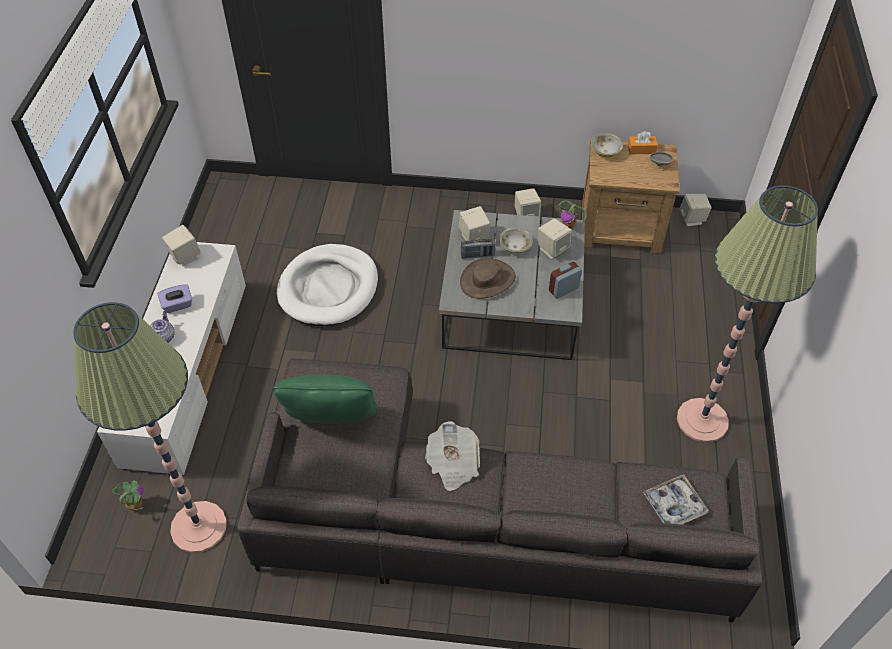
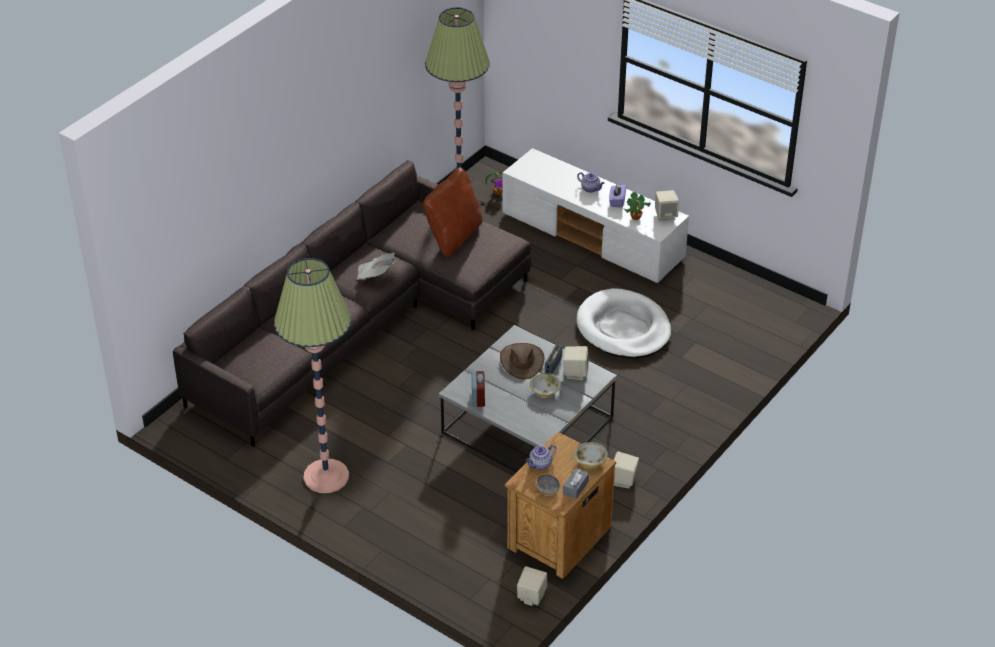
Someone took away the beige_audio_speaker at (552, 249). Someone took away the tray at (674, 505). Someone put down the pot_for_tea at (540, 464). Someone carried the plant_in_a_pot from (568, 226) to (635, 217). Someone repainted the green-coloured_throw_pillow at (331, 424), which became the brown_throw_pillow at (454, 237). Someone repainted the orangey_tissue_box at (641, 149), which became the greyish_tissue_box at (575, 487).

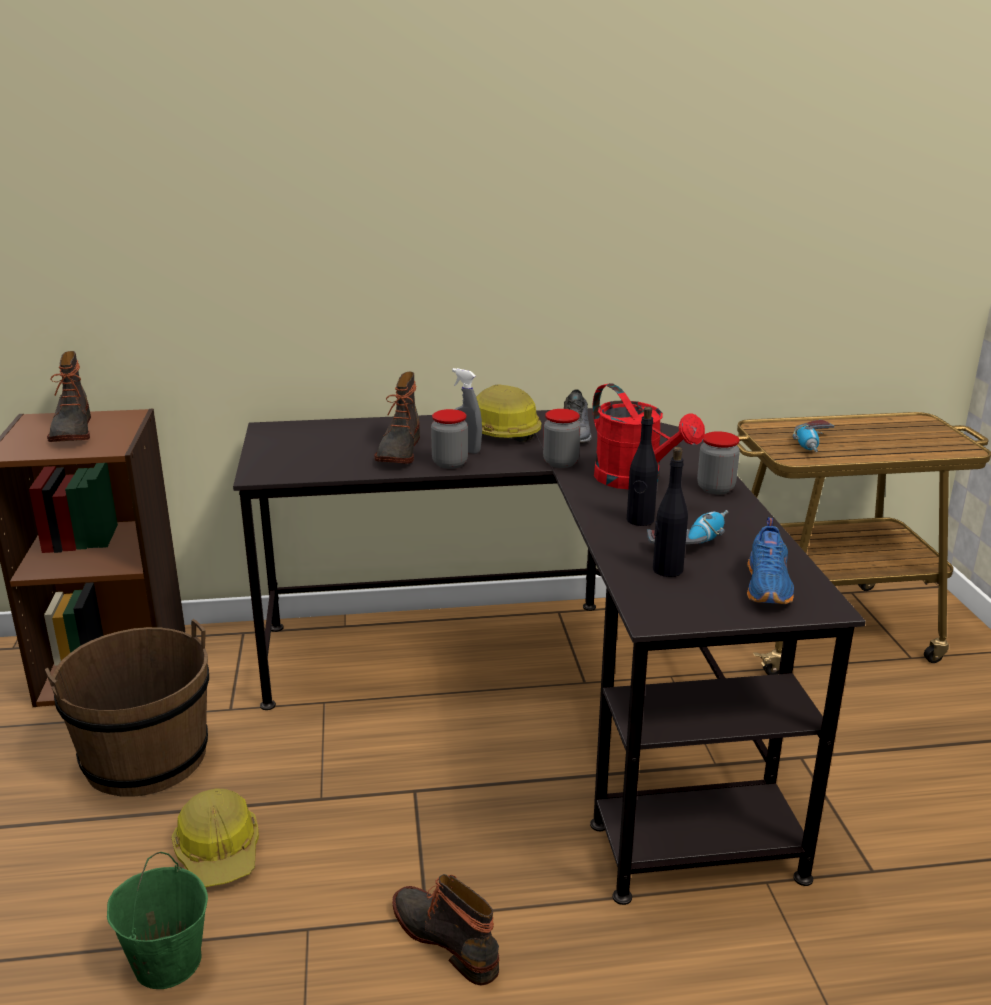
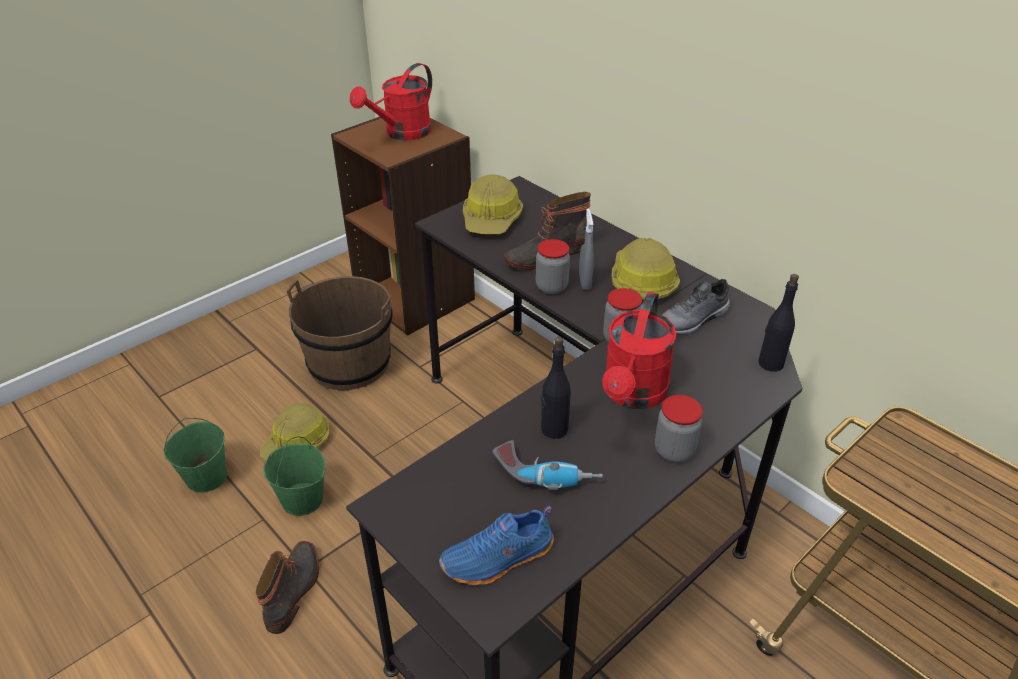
Someone took away the drill at (814, 446). Someone put down the green-coloured_bucket at (303, 500). Someone put down the safety_helmet at (492, 219). Someone carried the blackish_beverage_bottle from (667, 570) to (770, 363). Someone swapped the boot at (71, 431) for the reddish_watering_can at (402, 134).

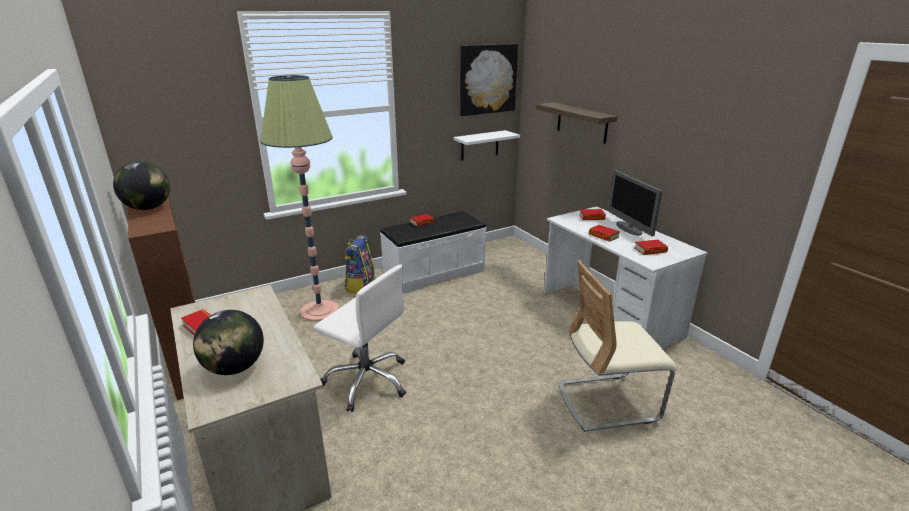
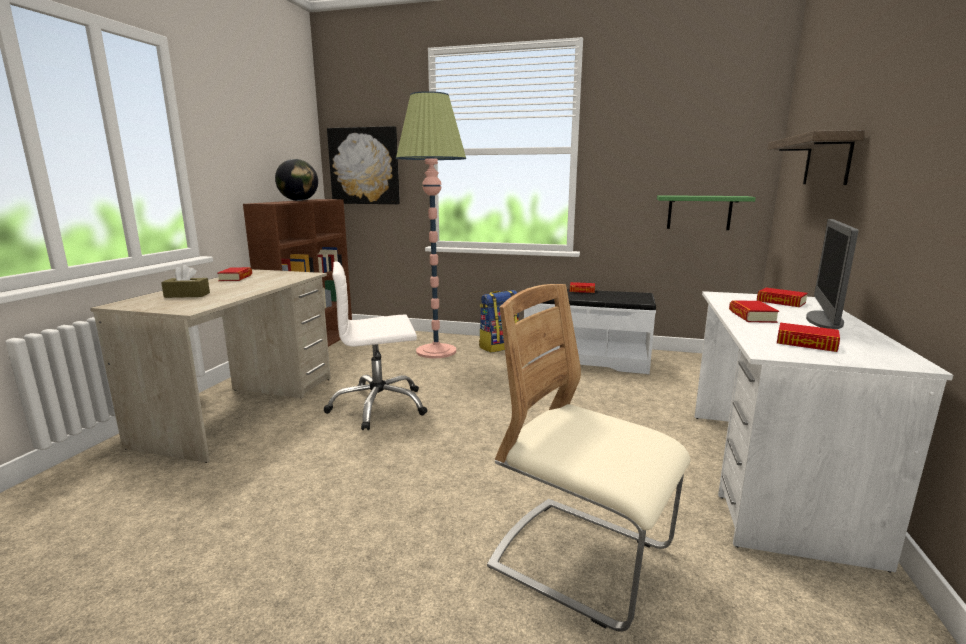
Someone carried the wall_art from (487, 79) to (364, 166). Someone swapped the world_globe at (235, 368) for the brown_tissue_box at (187, 295). Someone repainted the white_shelf at (479, 145), which became the green-coloured_shelf at (699, 212). Someone rotated the white_desk_chair at (367, 380) by 90 degrees clockwise.

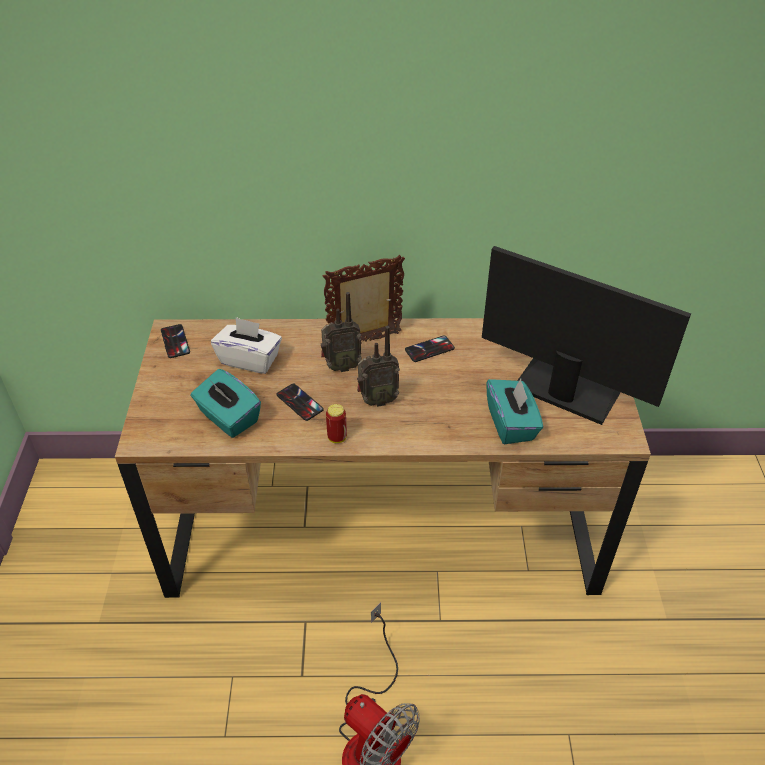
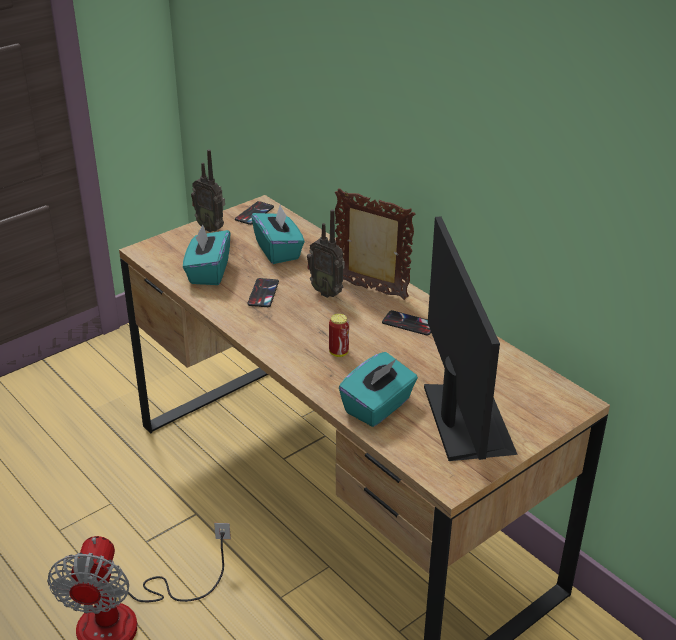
Someone carried the sealed_can from (337, 438) to (338, 353). Someone carried the radio from (377, 400) to (211, 227). Someone repainted the white_tissue_box at (250, 359), which became the turquoise-coloured_tissue_box at (278, 251).

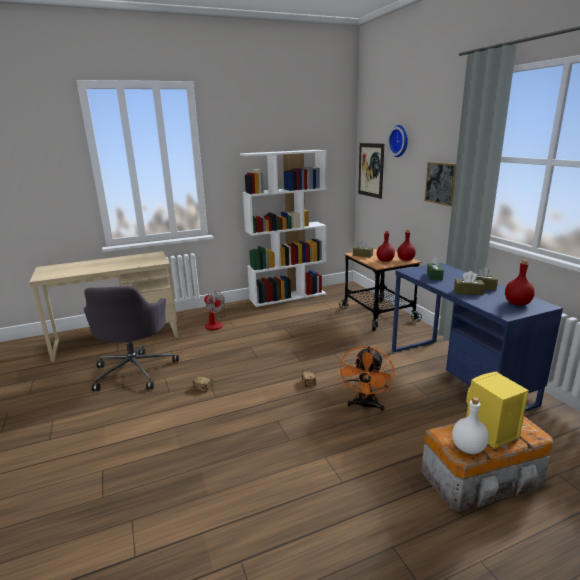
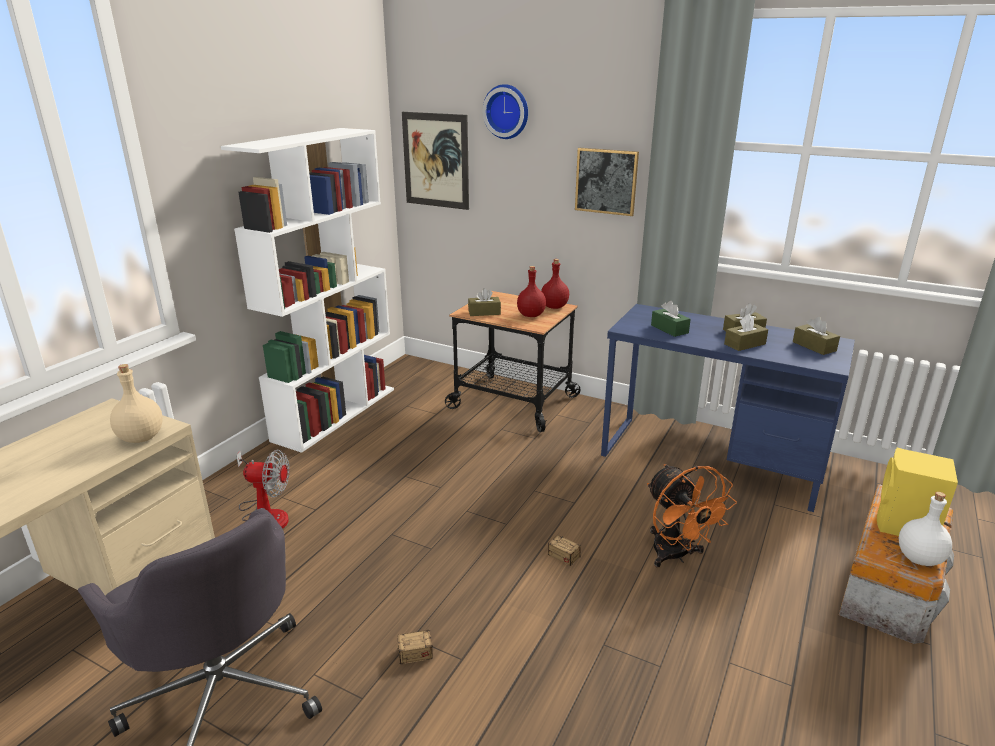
Someone put down the beige_beverage_bottle at (142, 437). Someone swapped the reddish_beverage_bottle at (518, 303) for the brown_tissue_box at (814, 346).

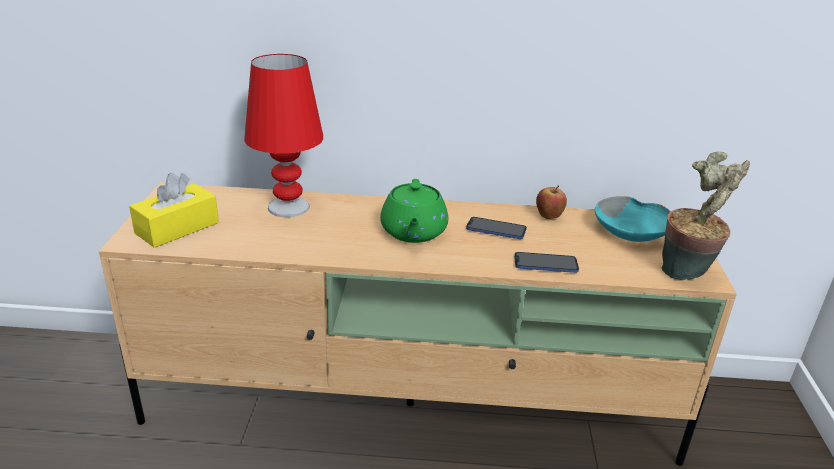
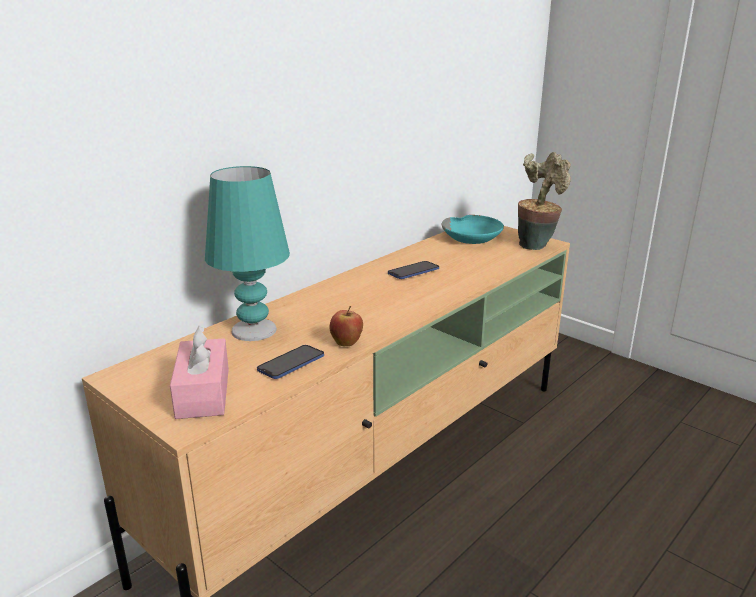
Someone took away the green-coloured_pot_for_tea at (413, 232). Someone carried the phone from (545, 264) to (291, 363). Someone carried the whole_apple from (549, 217) to (346, 344). Someone repainted the yellow_tissue_box at (177, 228), which became the pink-coloured_tissue_box at (203, 393). Someone repainted the reddish_table_lamp at (289, 207), which became the turquoise-coloured_table_lamp at (254, 330).

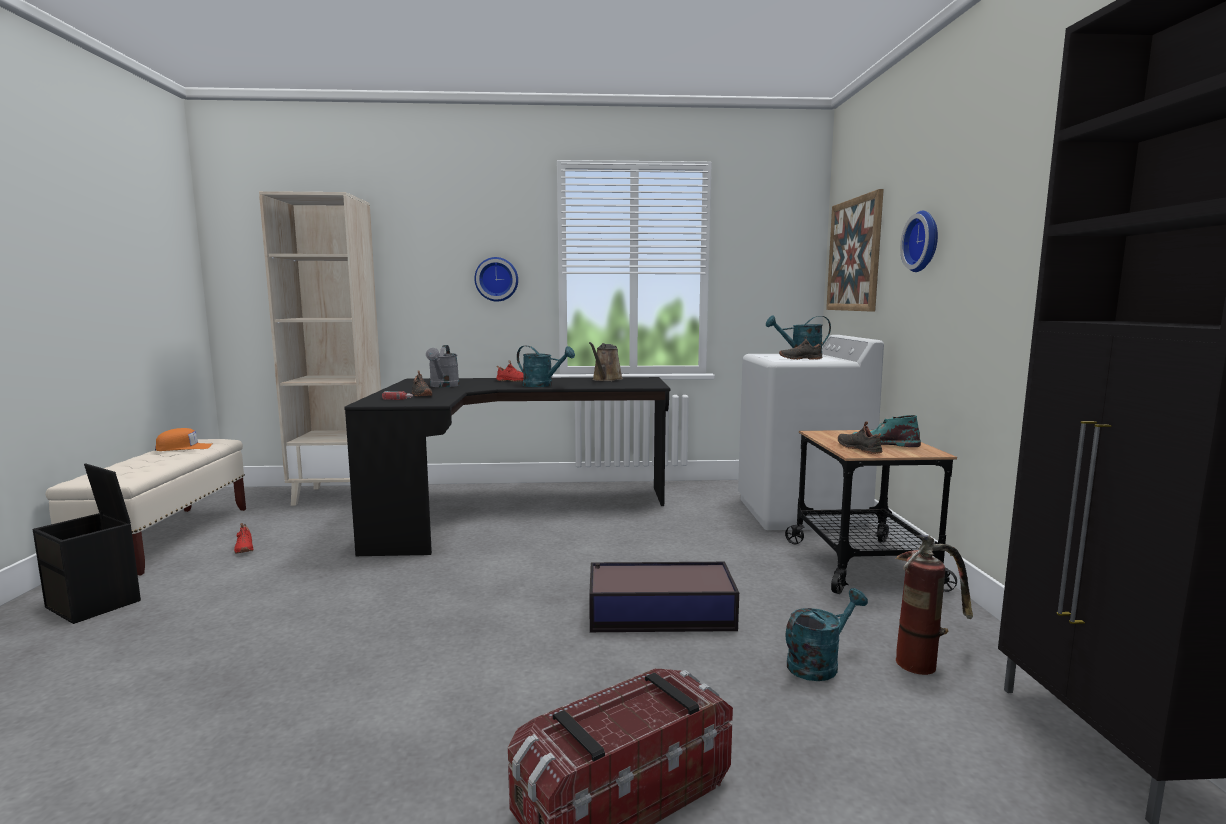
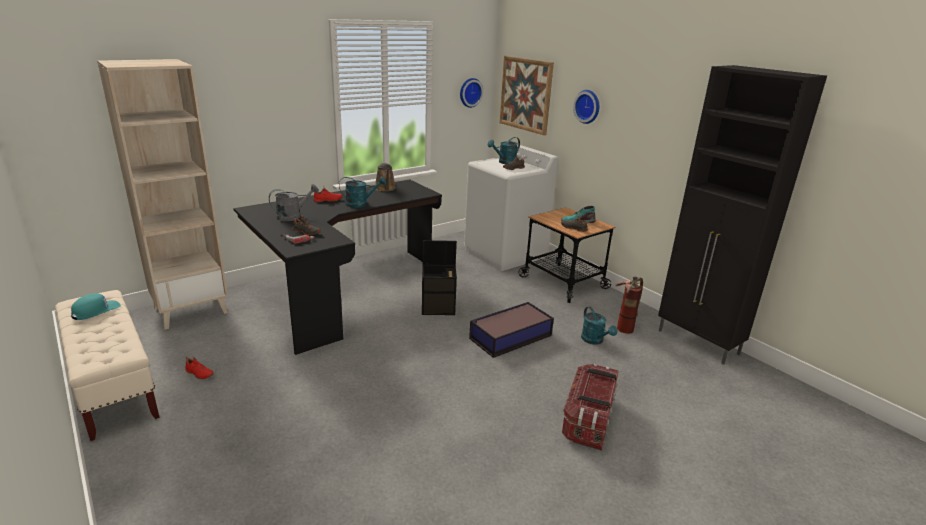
Someone carried the blackish_storage_bin from (95, 604) to (439, 307). Someone carried the clock_on_the_wall from (497, 279) to (470, 92). Someone repainted the orangey_peaked_cap at (184, 448), which became the turquoise-coloured_peaked_cap at (96, 310). Someone rotated the greyish_watering_can at (443, 386) by 90 degrees counterclockwise. Someone rotated the turquoise-coloured_watering_can at (818, 663) by 135 degrees clockwise.

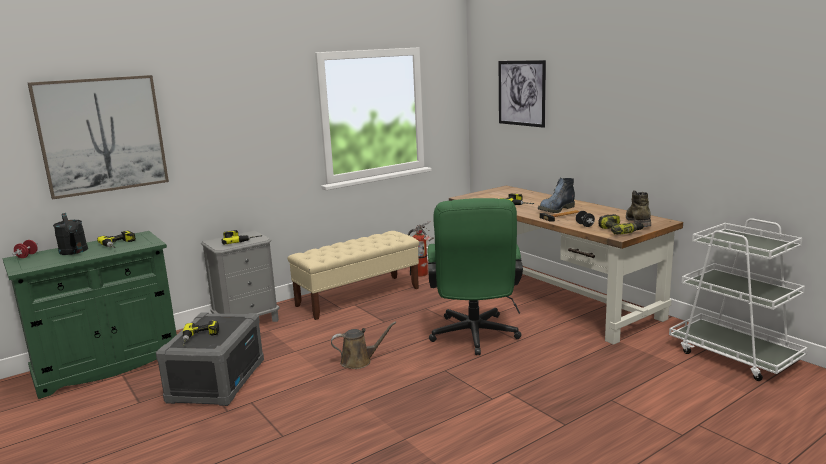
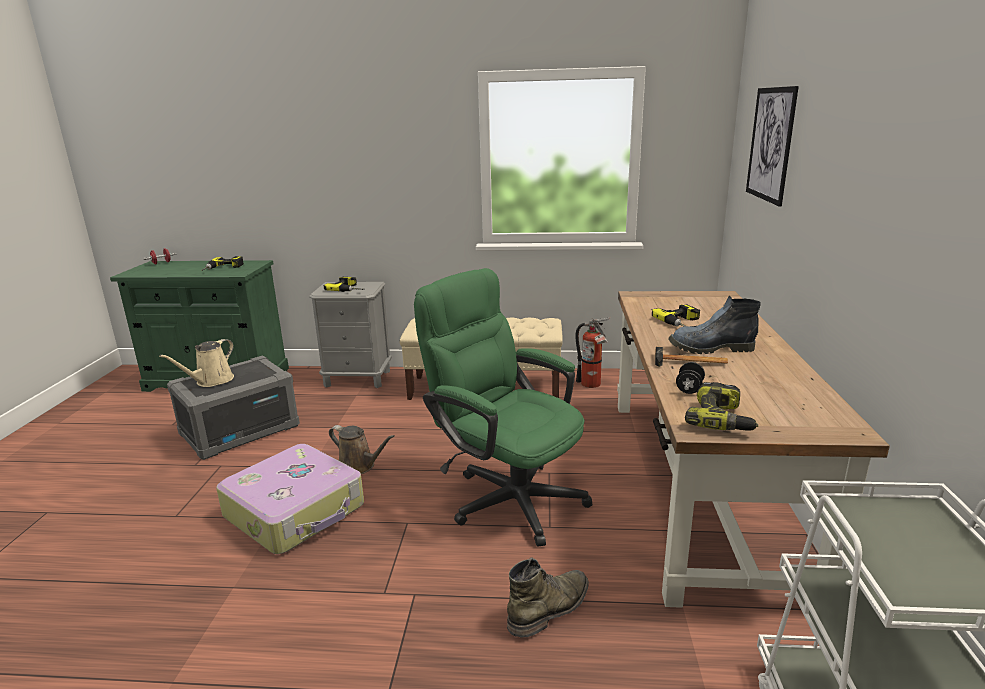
Someone took away the wall_art at (102, 135). Someone took away the blackish_watering_can at (74, 252). Someone put down the travel_case at (296, 511). Someone carried the green-coloured_boot from (638, 221) to (550, 608). Someone swapped the drill at (200, 337) for the beige_watering_can at (211, 381). Someone rotated the green-coloured_desk_chair at (474, 338) by 90 degrees clockwise.

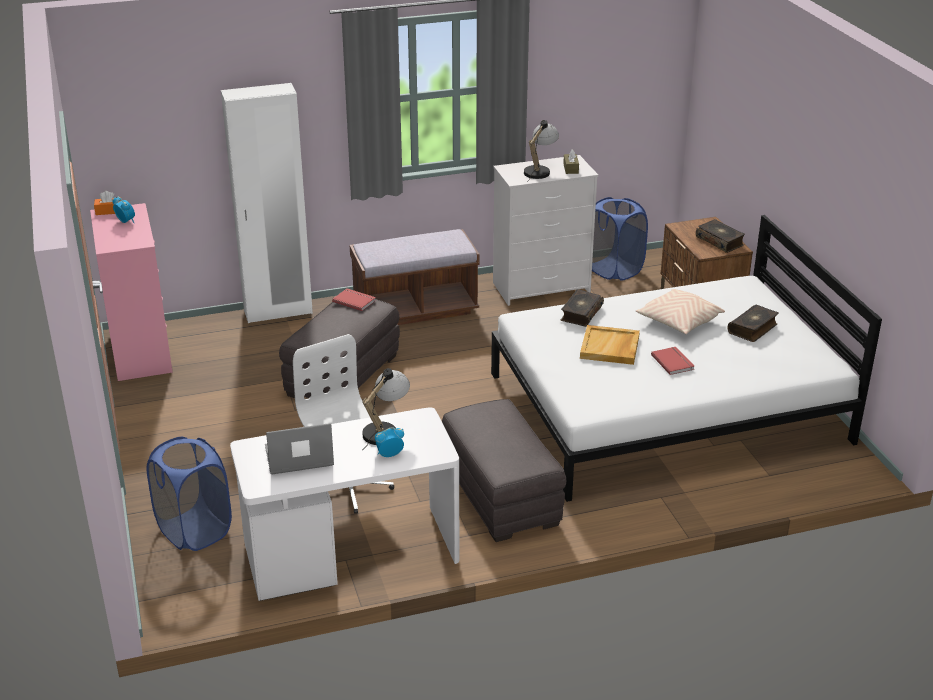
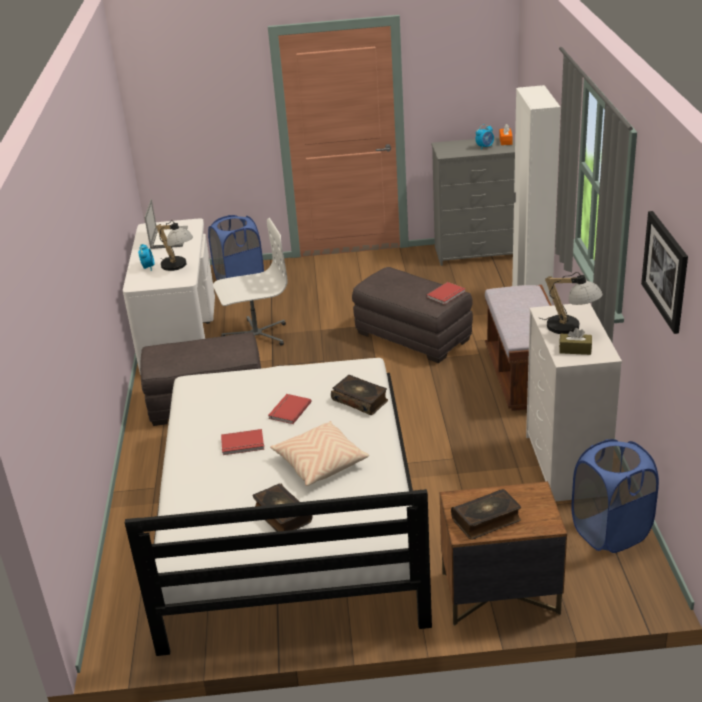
Someone put up the wall_art at (666, 270). Someone swapped the beige_tray at (610, 348) for the reddish_book at (288, 410). Someone repainted the pink-coloured_dresser at (140, 351), which became the greyish_dresser at (475, 252).

